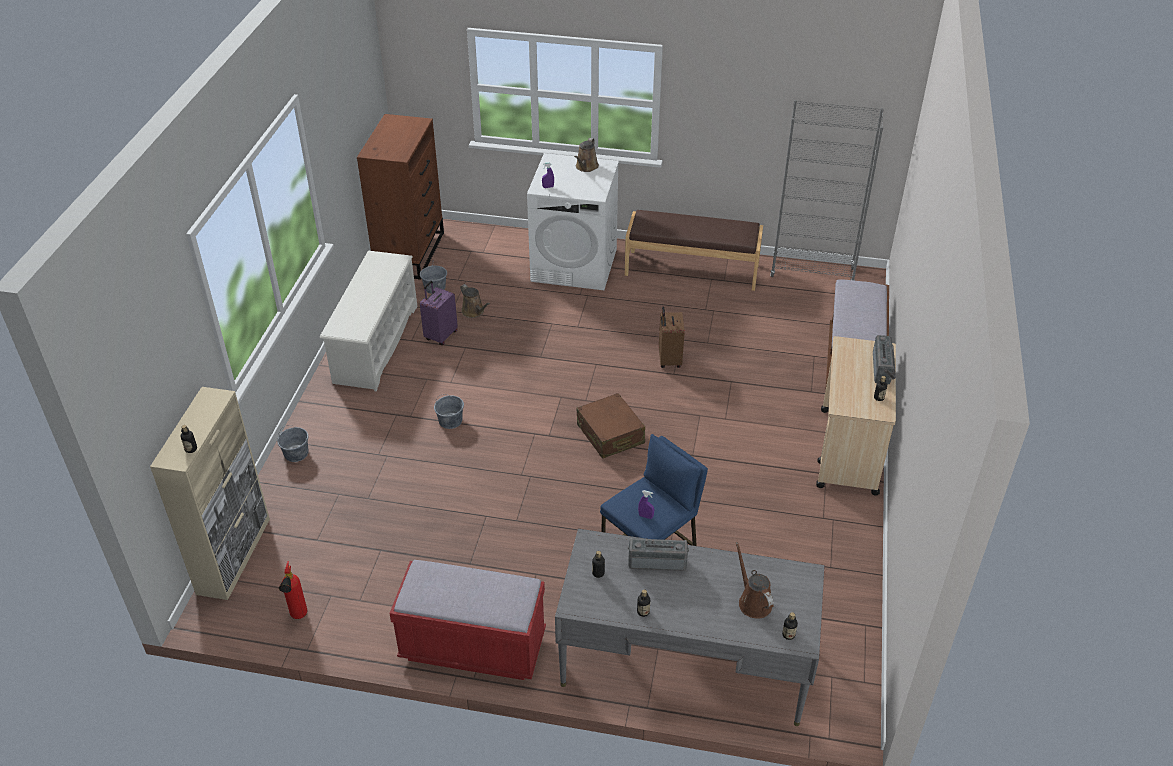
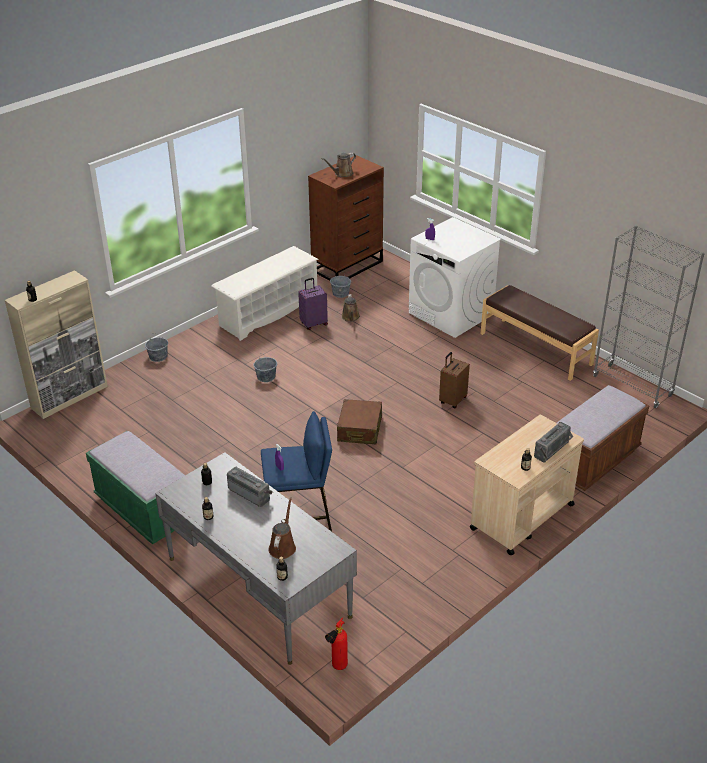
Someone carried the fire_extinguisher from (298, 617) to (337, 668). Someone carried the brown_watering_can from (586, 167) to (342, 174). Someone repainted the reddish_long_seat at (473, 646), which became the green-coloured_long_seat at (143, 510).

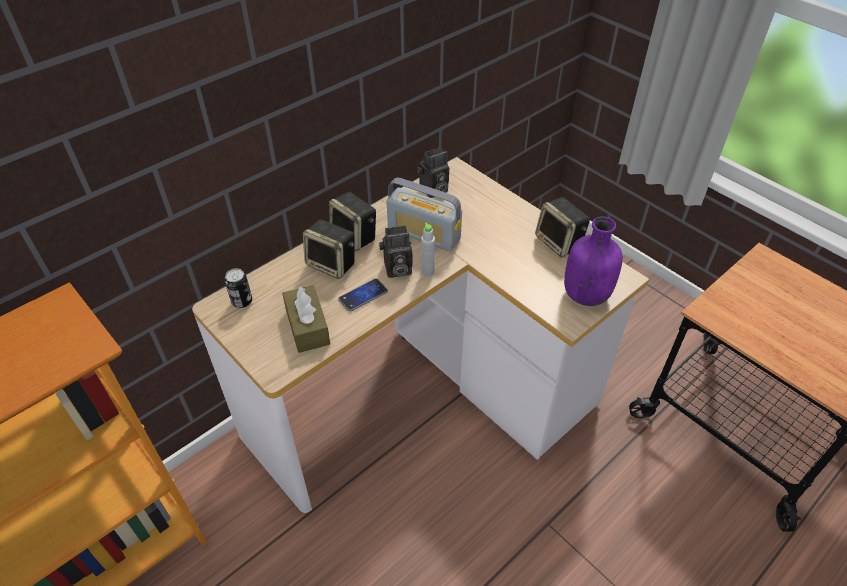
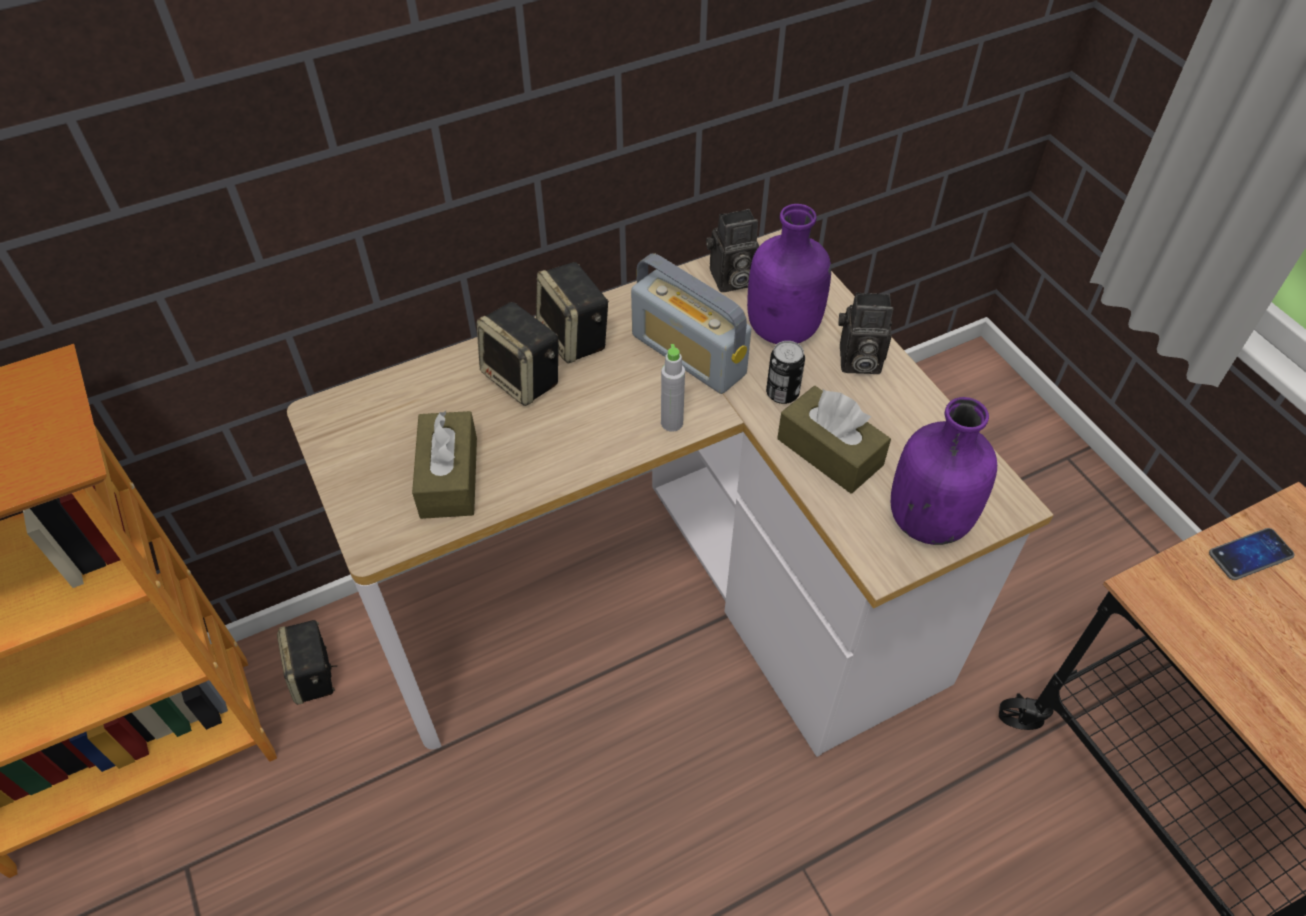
Someone put down the purplish_beverage_bottle at (784, 330). Someone put down the brown_tissue_box at (829, 452). Someone carried the sealed_can from (242, 301) to (782, 393). Someone carried the phone from (363, 295) to (1250, 555). Someone carried the photo_camera from (396, 269) to (857, 362). Someone carried the audio_speaker from (559, 243) to (314, 676).

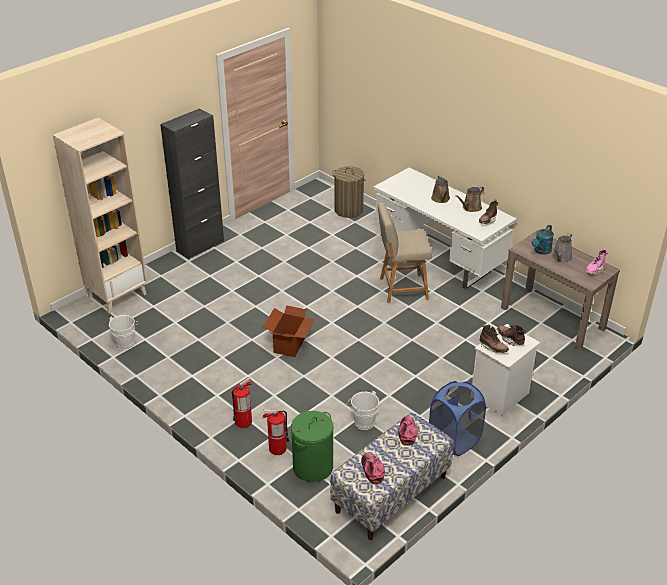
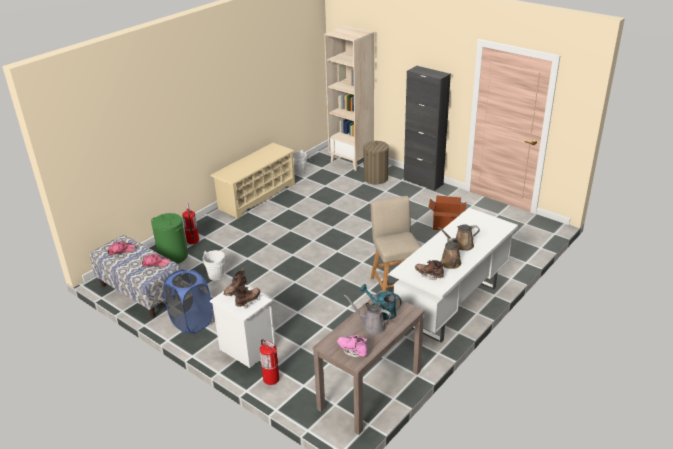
Someone put down the beige_shoe_stand at (257, 196). Someone carried the fire_extinguisher from (243, 422) to (271, 379). Someone carried the cardboard_box from (290, 345) to (446, 226). Someone carried the laundry_basket from (348, 210) to (375, 178). Someone rotated the brown_watering_can at (470, 208) by 135 degrees counterclockwise.

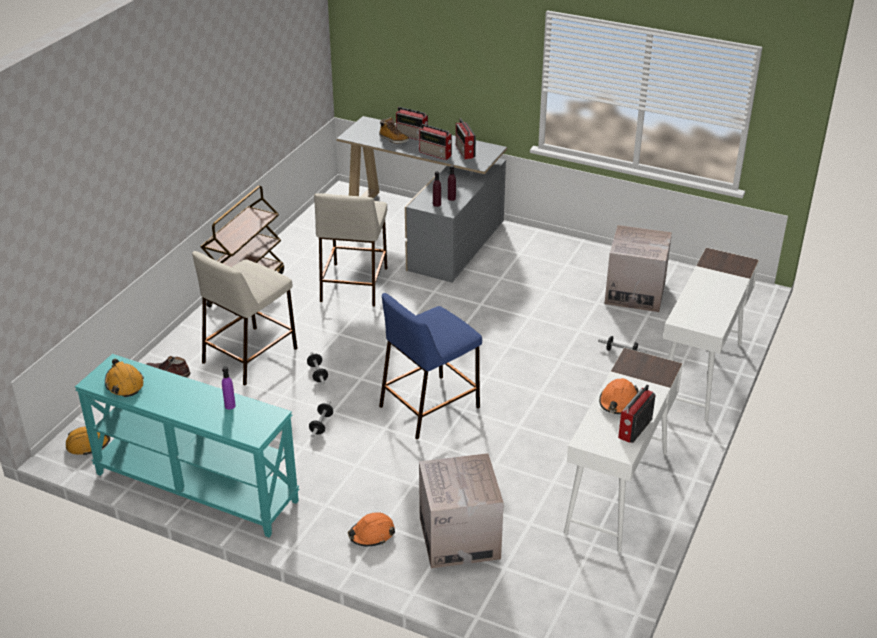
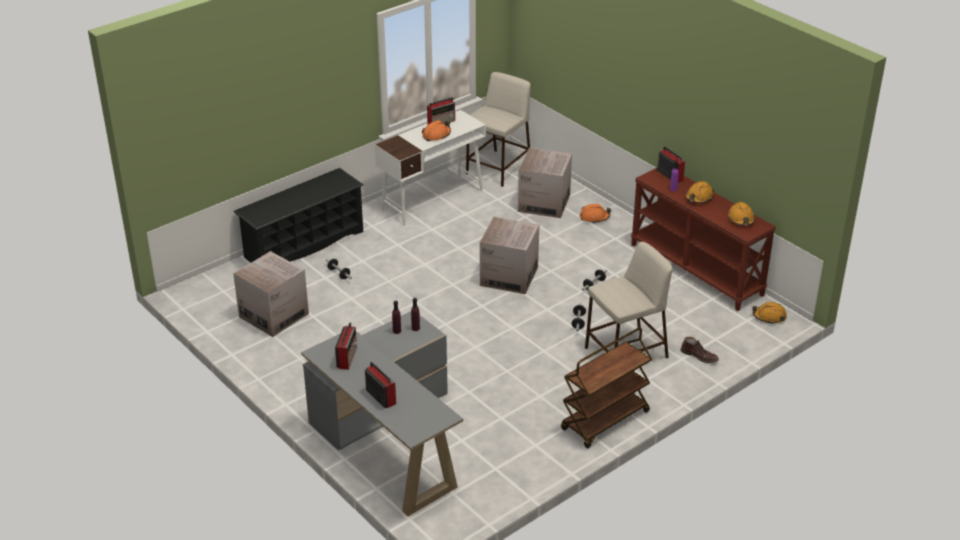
Someone took away the boot at (393, 139). Someone put down the orangey_safety_helmet at (699, 197). Someone carried the beige_stool_seat from (354, 284) to (498, 168). Someone carried the radio from (436, 154) to (669, 175). Someone swapped the bluish_stool_seat at (430, 406) for the cardboard_box at (509, 276). Someone swapped the white_desk_table at (699, 375) for the blackish_shoe_stand at (303, 244). Someone repainted the turquoise-coloured_narrow_table at (195, 488), which became the brown_narrow_table at (697, 269).

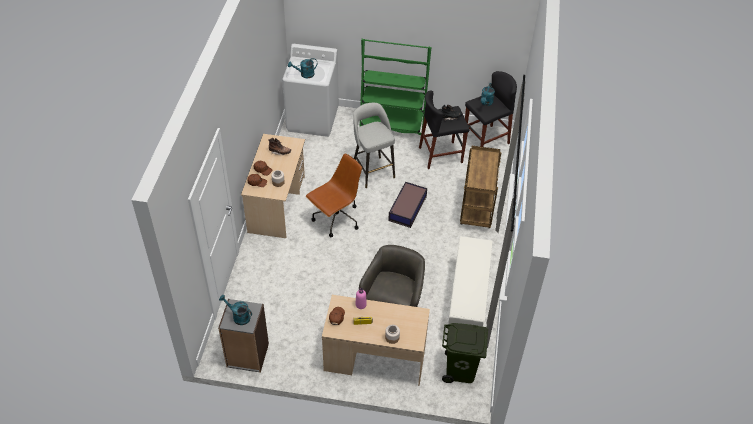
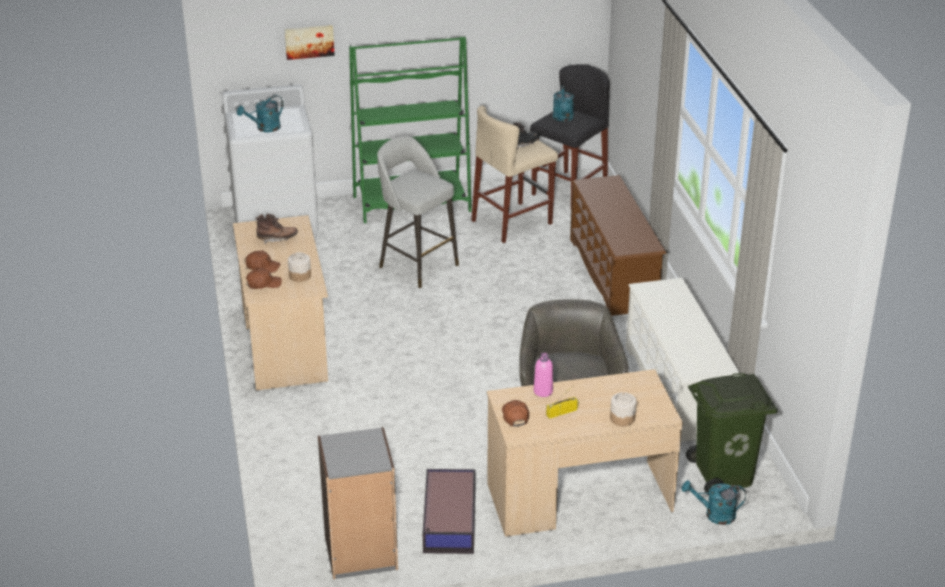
Someone took away the brown_desk_chair at (336, 219). Someone put up the wall_art at (309, 41). Someone carried the turquoise-coloured_watering_can from (238, 316) to (714, 515). Someone carried the storage_bin from (407, 209) to (449, 521). Someone swapped the brown_cart at (477, 210) for the brown_shoe_stand at (613, 274). Someone repainted the blackish_stool_seat at (440, 155), which became the beige_stool_seat at (512, 222).

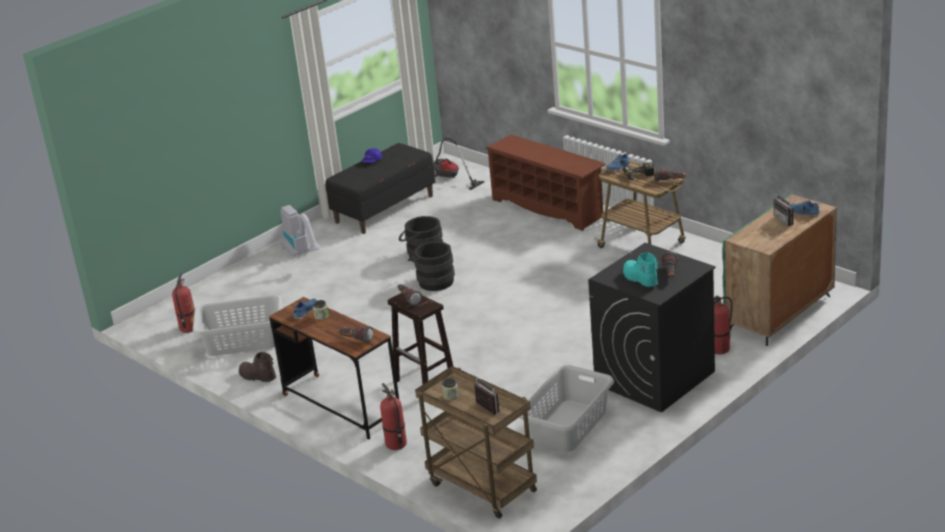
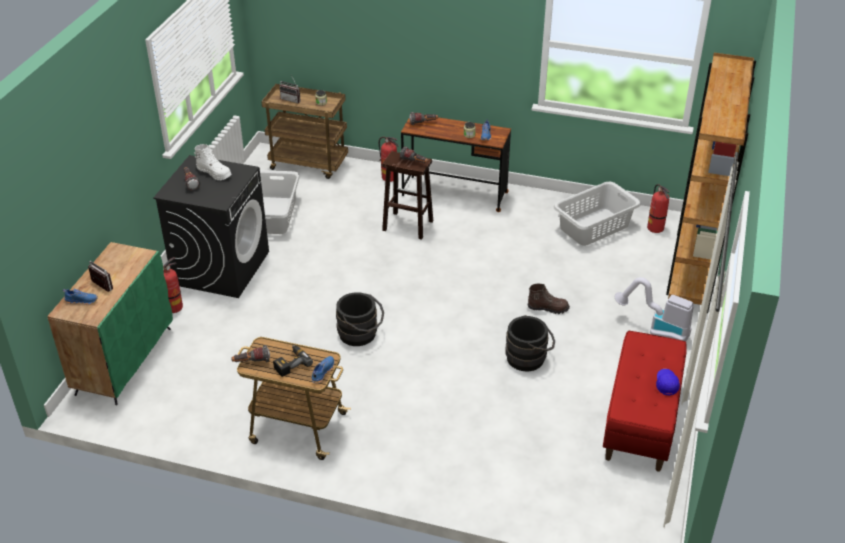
Someone took away the hoover at (450, 178). Someone took away the brown_shoe_stand at (549, 208). Someone put down the brown_shelving_unit at (693, 267). Someone carried the brown_boot from (257, 377) to (548, 308). Someone carried the blackish_bucket from (434, 280) to (361, 335). Someone repainted the blackish_long_seat at (384, 209), which became the reddish_long_seat at (641, 421). Someone repainted the turquoise-coloured_boot at (640, 279), which became the white_boot at (214, 173).

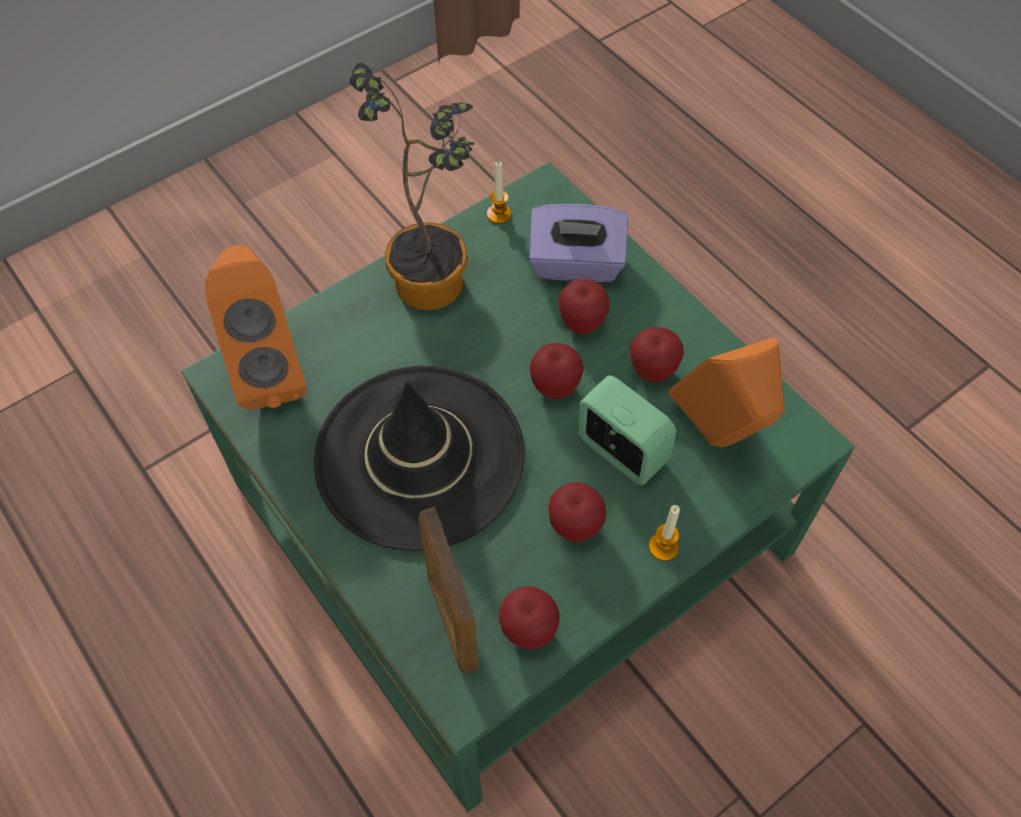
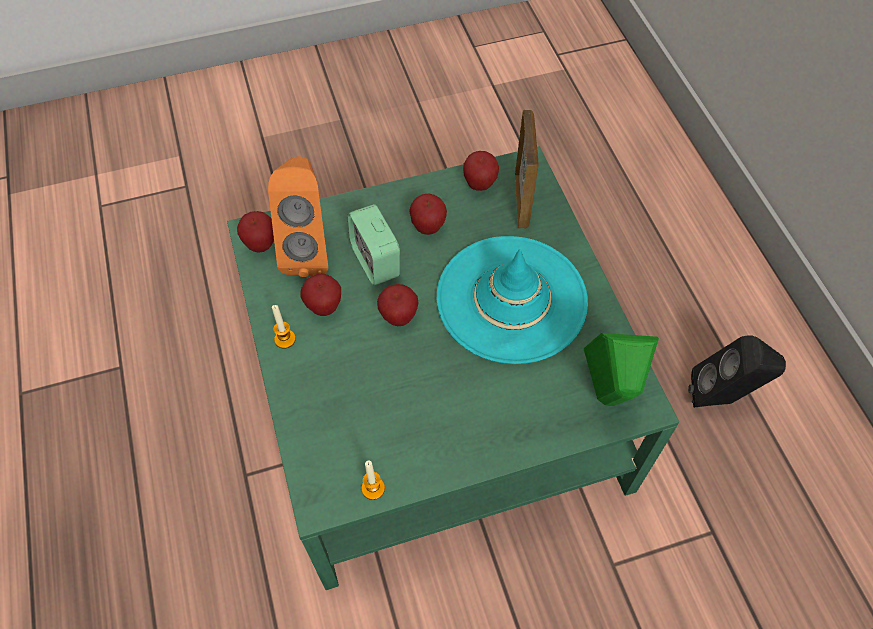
Someone took away the plant_in_a_pot at (435, 277). Someone took away the purplish_tissue_box at (576, 264). Someone put down the blackish_audio_speaker at (721, 398). Someone carried the whole_apple from (582, 324) to (261, 244). Someone carried the wax_candle from (663, 547) to (285, 339). Someone repainted the orangey_audio_speaker at (270, 370), which became the green-coloured_audio_speaker at (607, 398). Someone repainted the blackish_clothing_hat at (419, 456), which became the turquoise-coloured_clothing_hat at (511, 299).

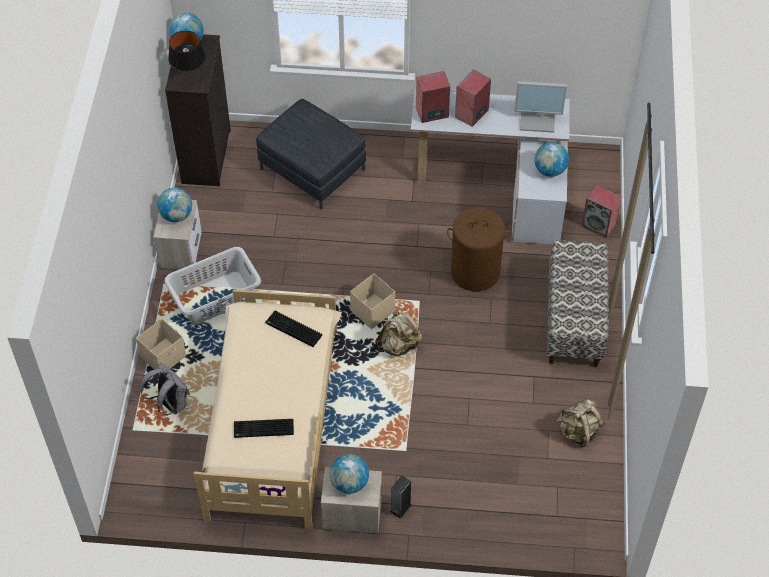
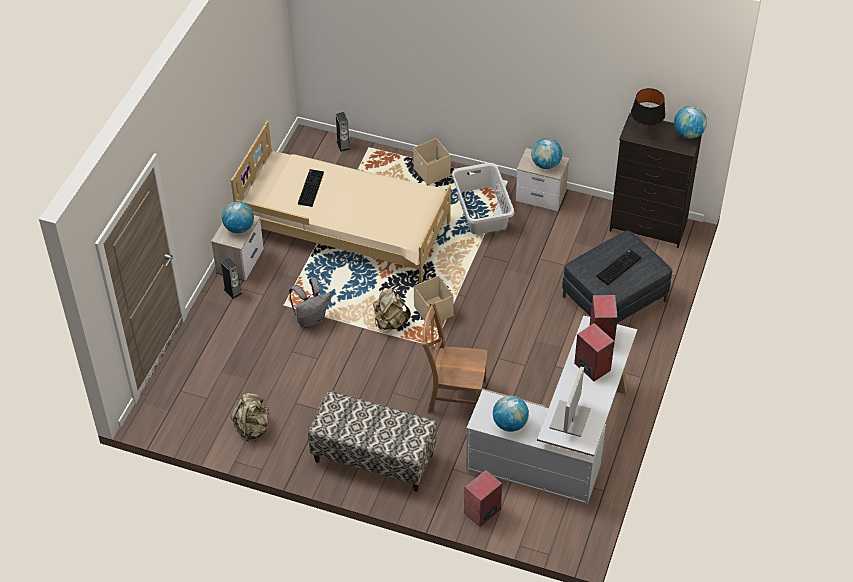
Someone put down the audio_speaker at (343, 145). Someone carried the greyish_backpack from (170, 404) to (311, 319). Someone carried the PC_keyboard from (292, 329) to (618, 266). Someone swapped the brown_laundry_basket at (475, 272) for the brown_chair at (454, 395).

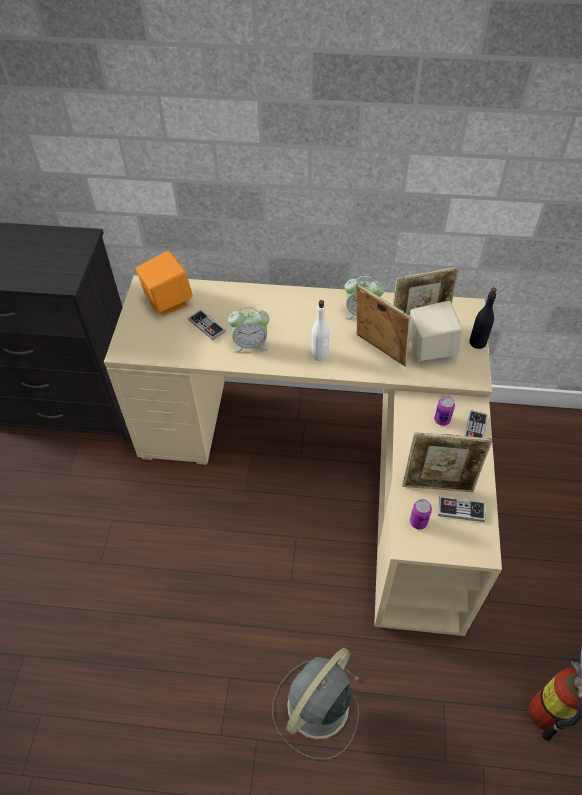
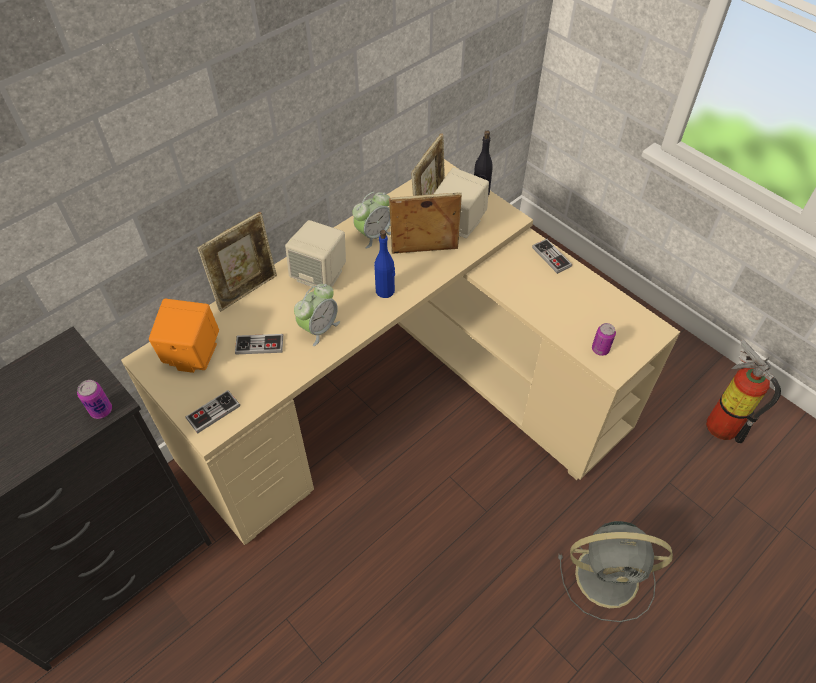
Someone put down the beige_audio_speaker at (320, 276). Someone carried the photo_frame from (438, 485) to (247, 291). Someone carried the sealed_can from (442, 420) to (101, 410). Someone carried the gamepad from (461, 510) to (213, 412). Someone repainted the white_beverage_bottle at (320, 355), which became the bluish_beverage_bottle at (385, 291). Someone rotated the greyish_cooling_fan at (316, 708) by 75 degrees counterclockwise.

